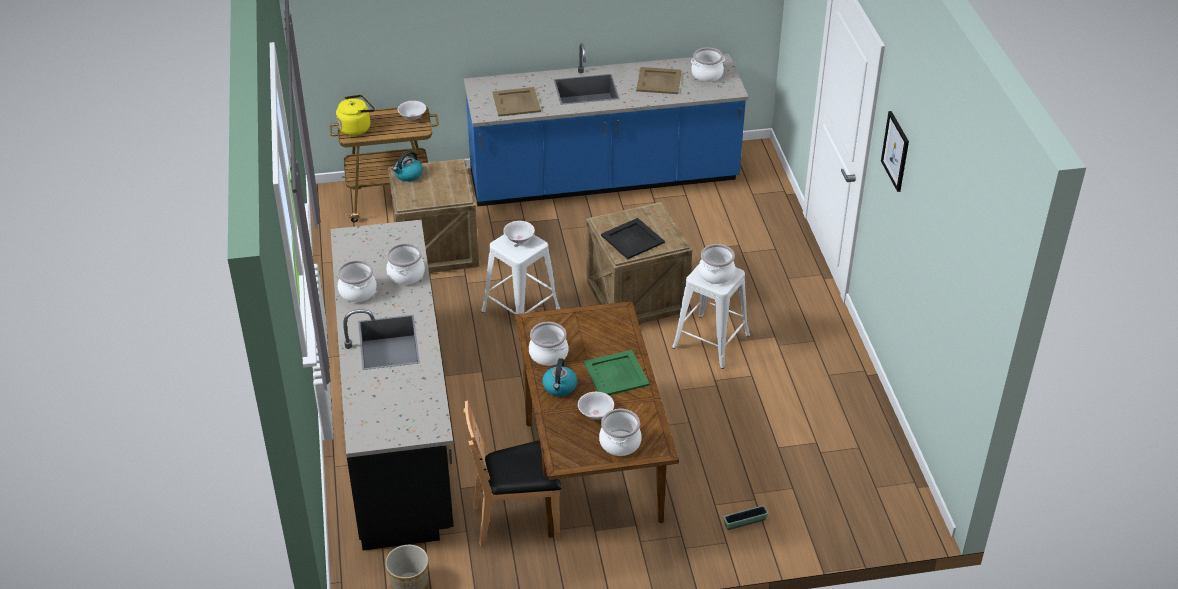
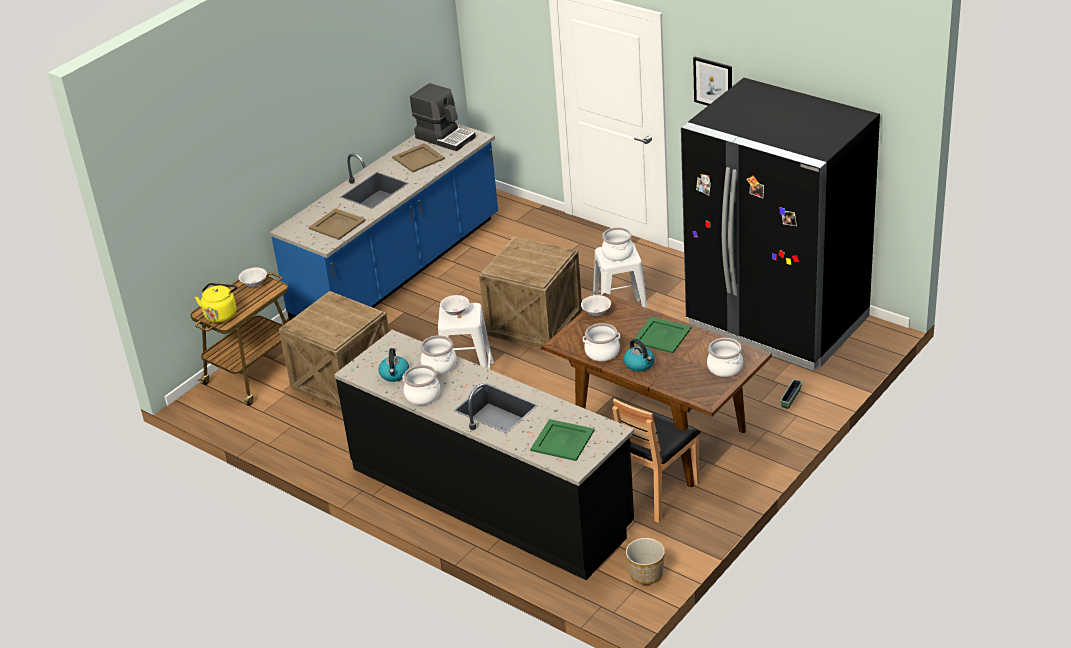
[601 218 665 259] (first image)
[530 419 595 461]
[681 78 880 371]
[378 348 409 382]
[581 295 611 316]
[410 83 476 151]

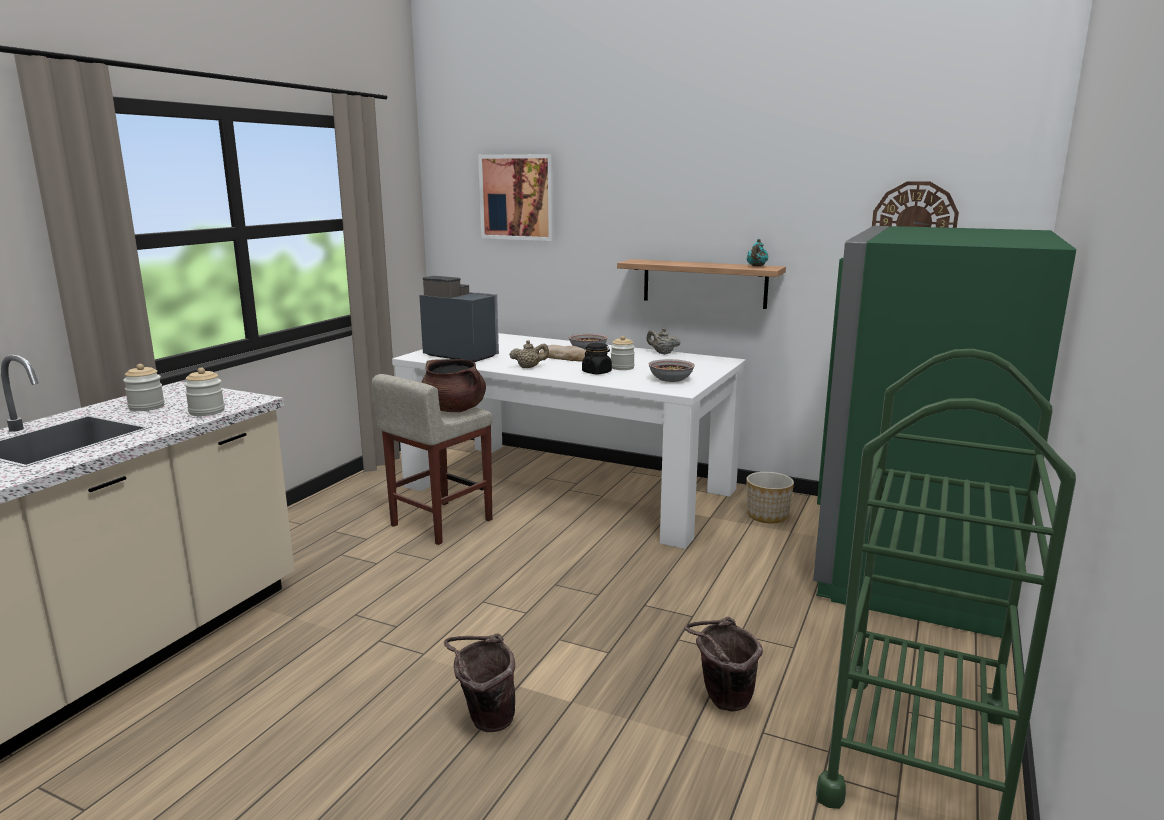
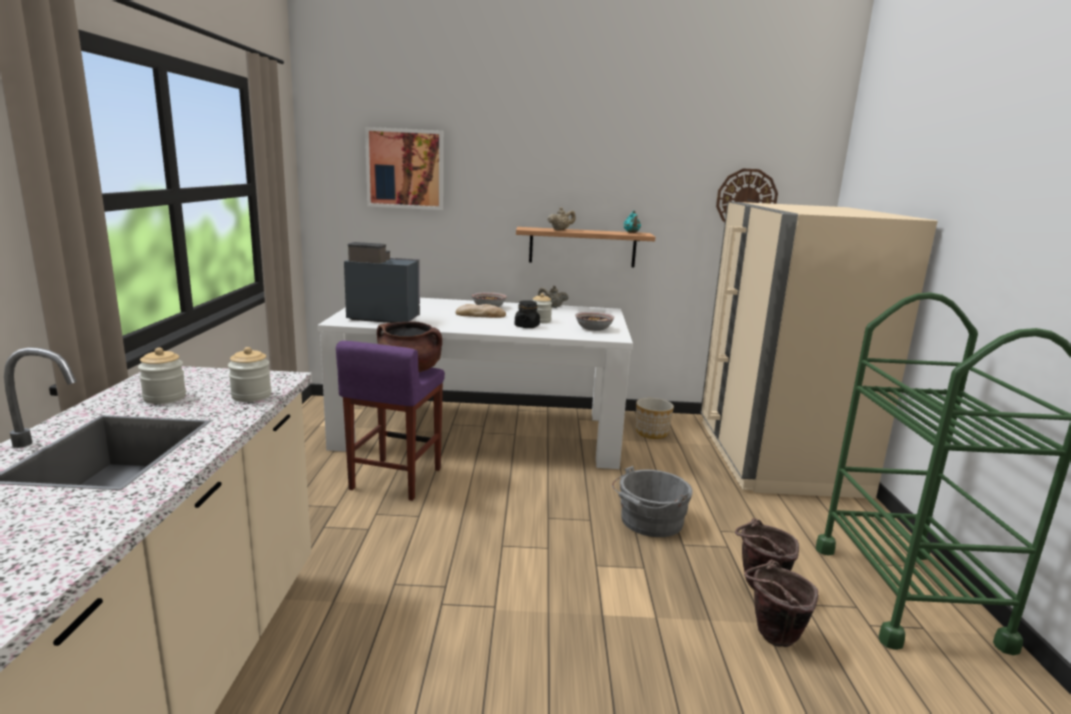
[612 466 693 537]
[744 560 818 647]
[548 207 576 230]
[336 341 445 501]
[701 202 938 499]

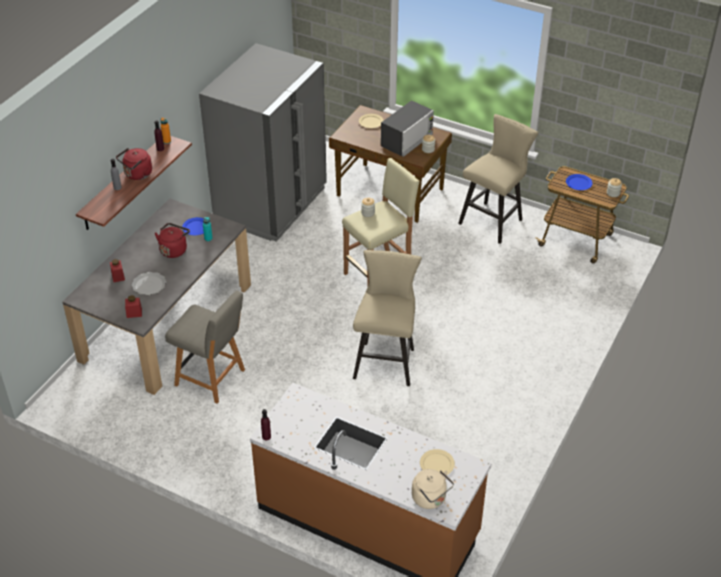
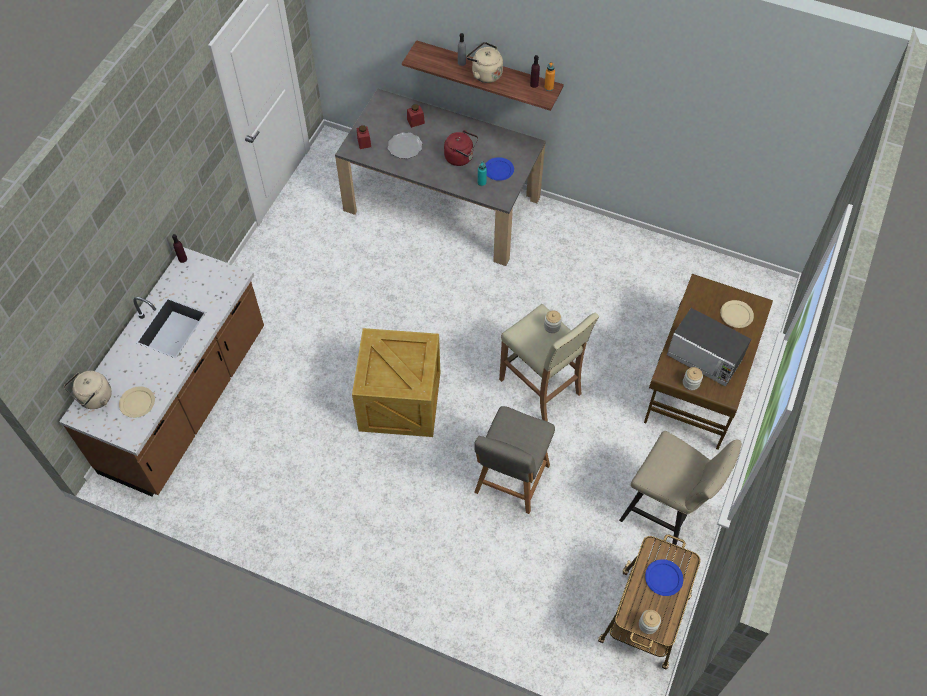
[199 43 327 242] (first image)
[474 406 555 514]
[352 328 440 437]
[466 42 503 83]

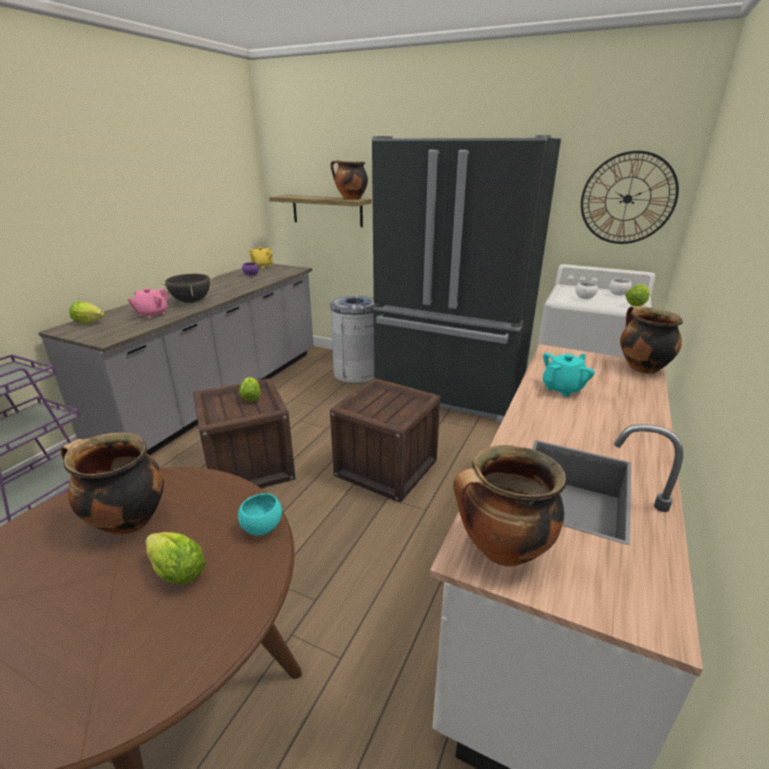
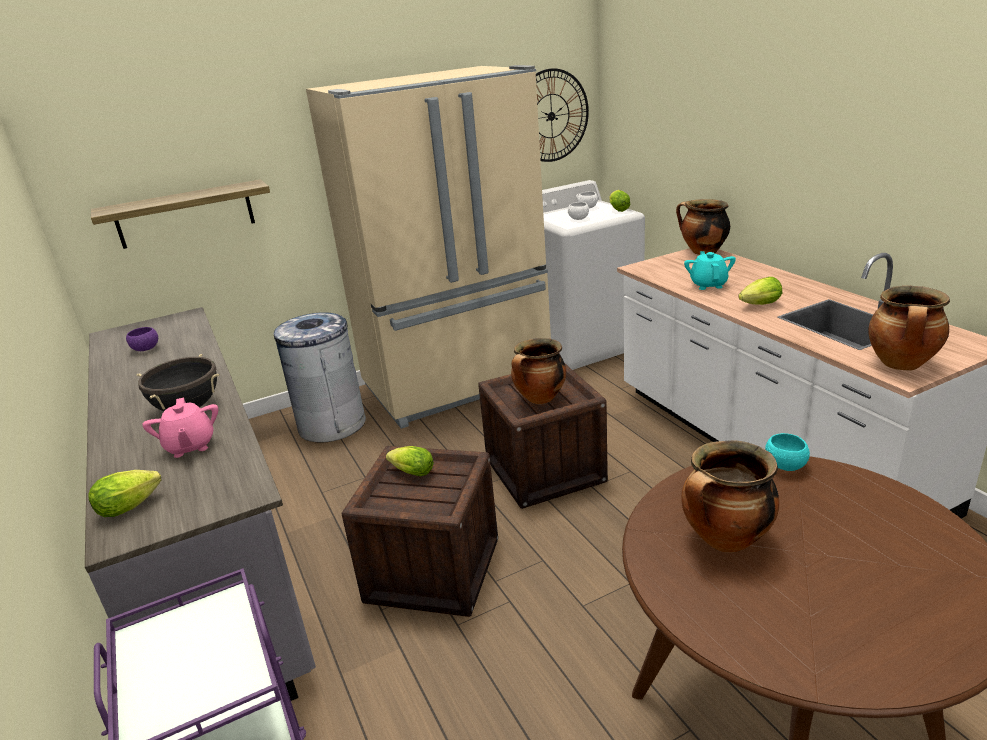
[249 247 273 268] (first image)
[738 277 782 305]
[511 338 566 404]
[306 65 551 429]

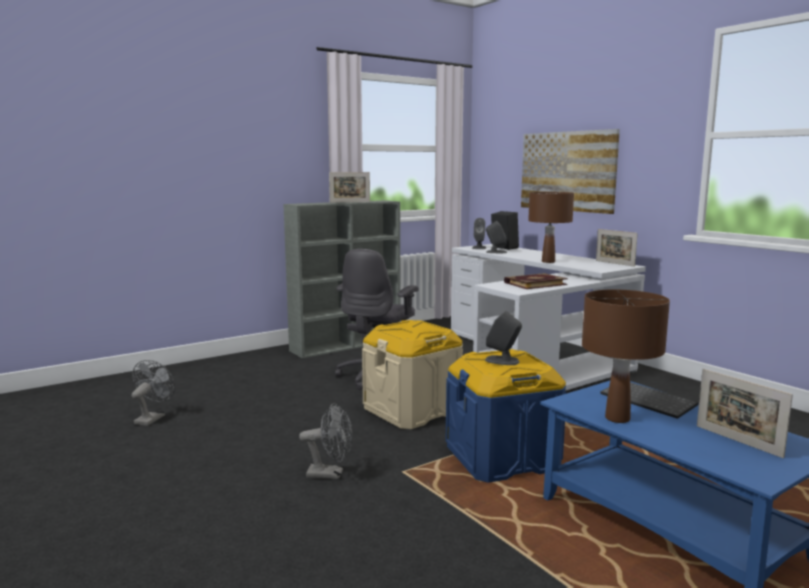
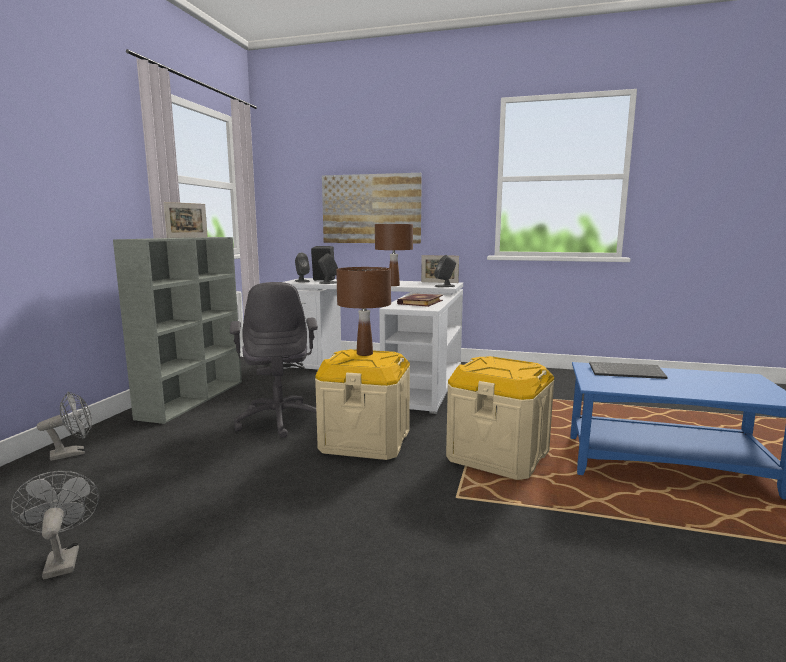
[697 369 793 458] (first image)
[37 392 92 461]
[435 255 456 287]
[336 267 391 356]
[446 356 554 480]

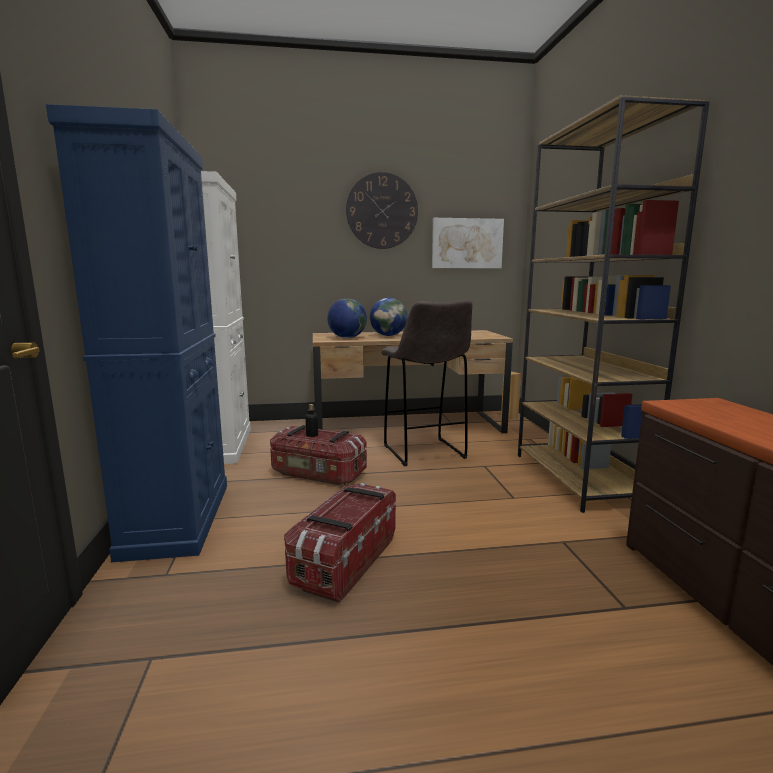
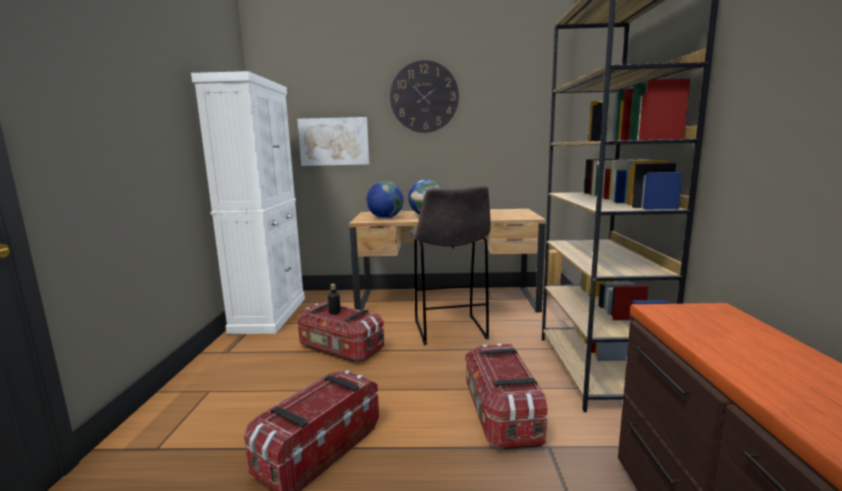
[46 104 227 562] (first image)
[465 344 547 450]
[297 117 369 166]

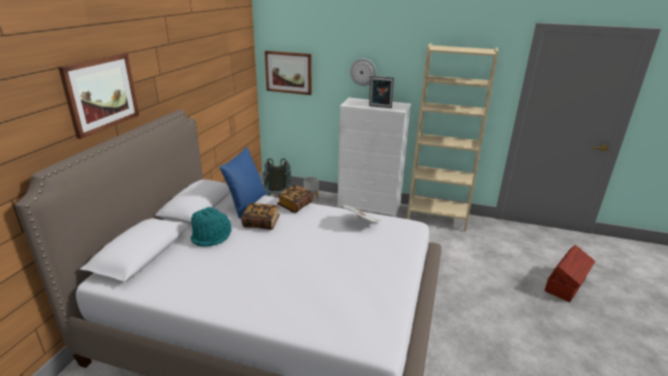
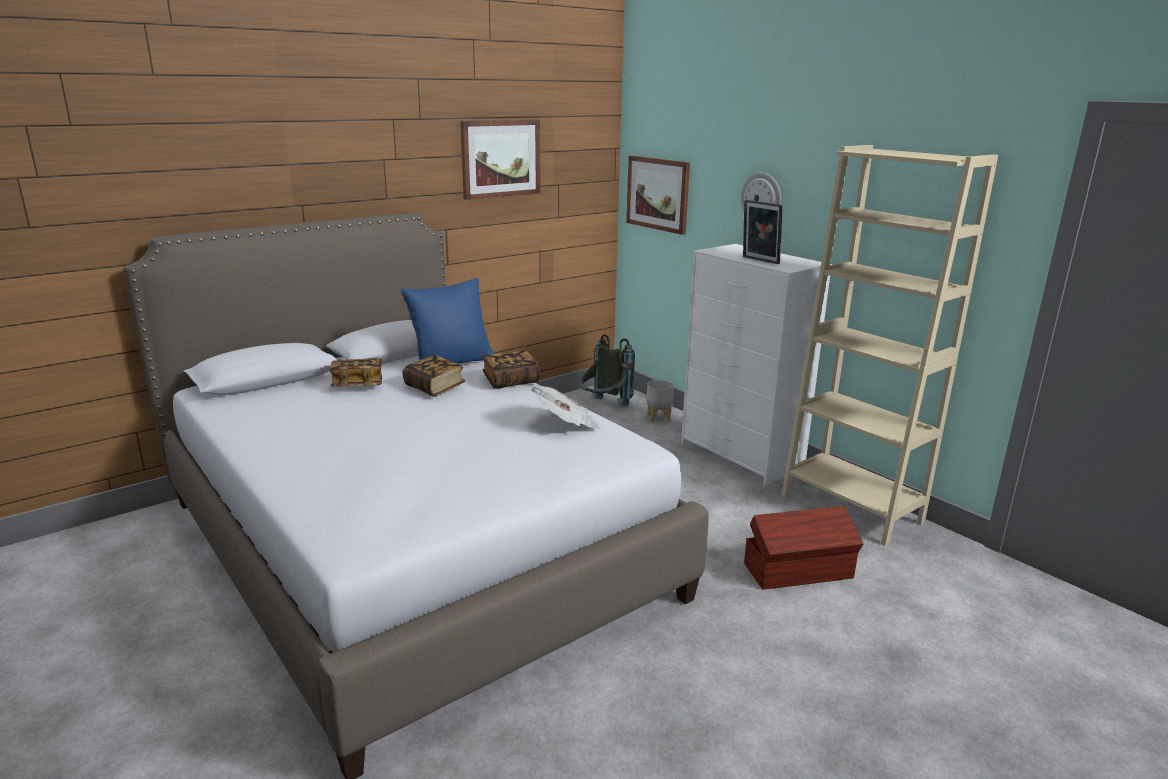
[460 120 540 200]
[744 506 863 590]
[329 358 382 386]

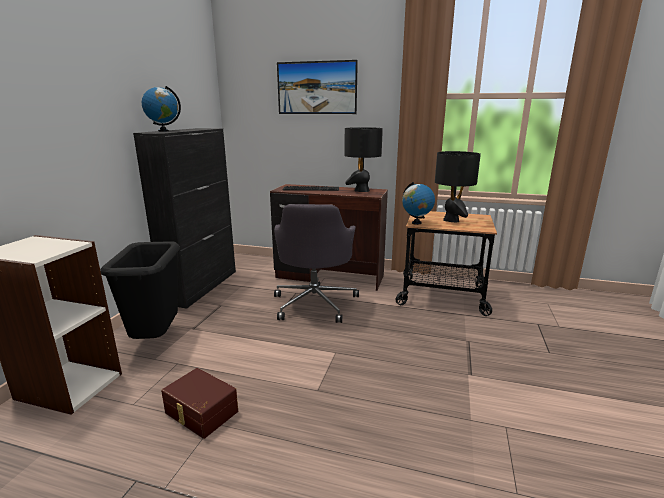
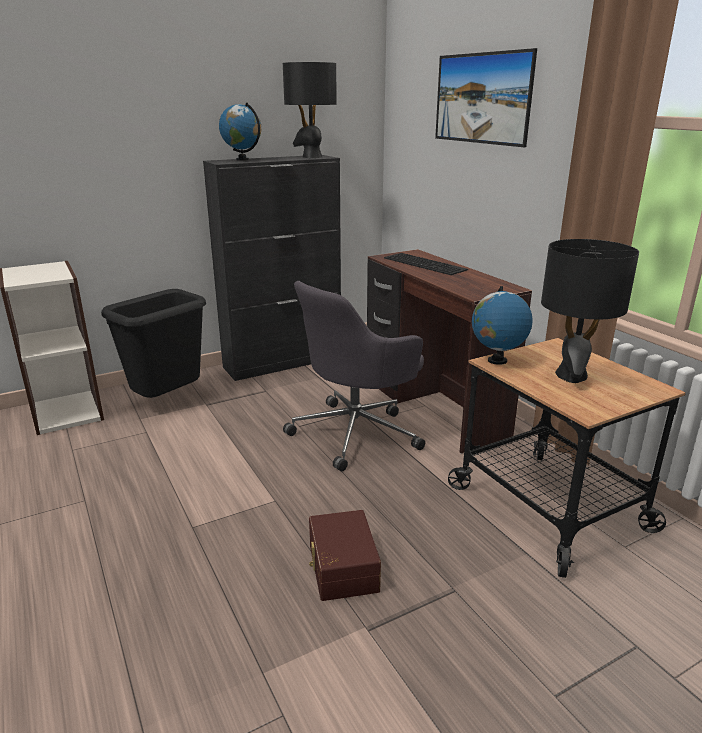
[309 510 381 601]
[283 62 337 158]

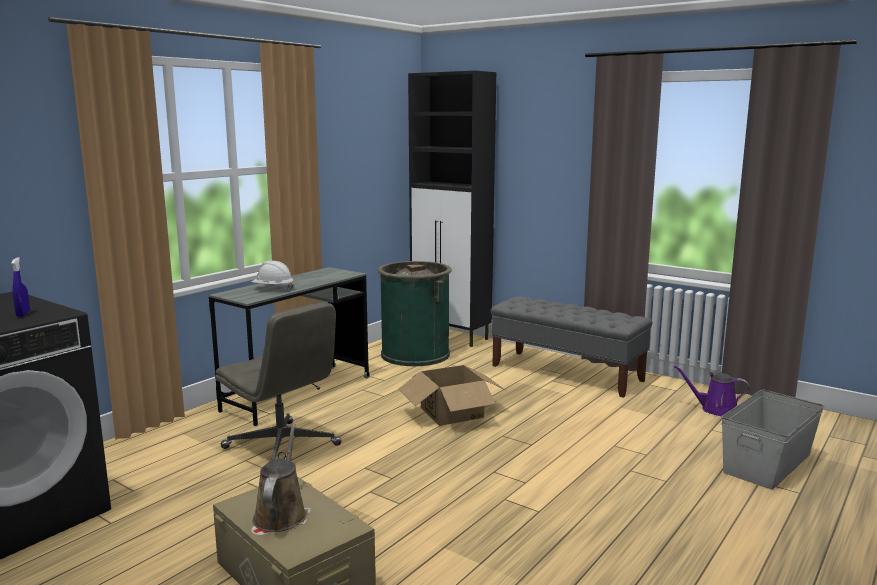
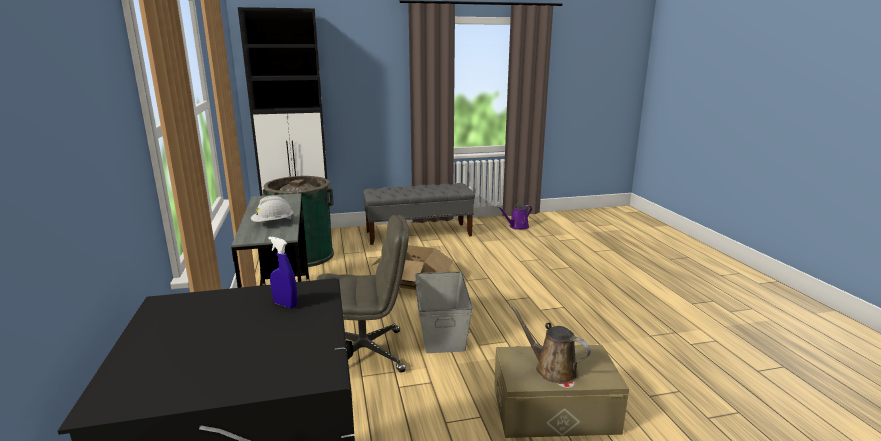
[415 271 473 353]

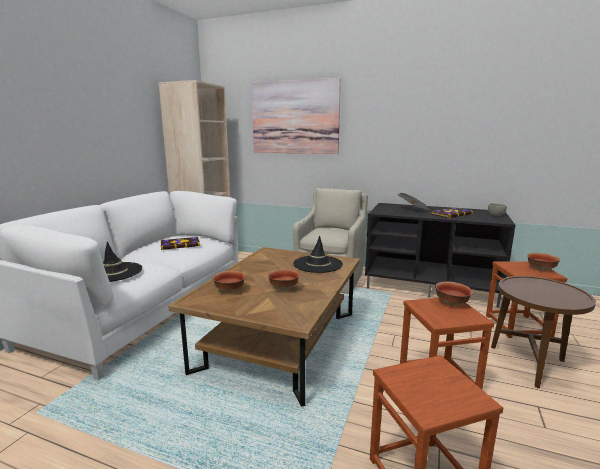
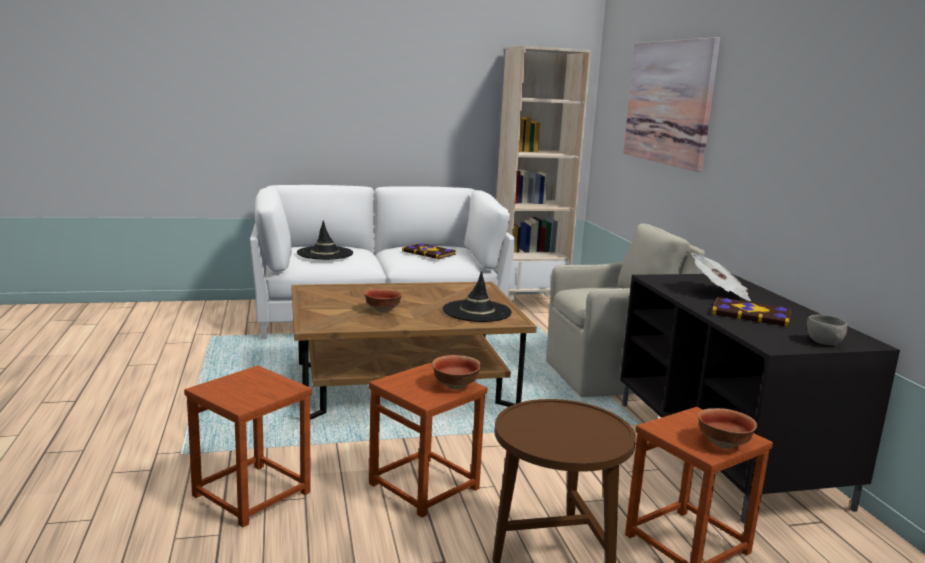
[212 271 245 293] (first image)

